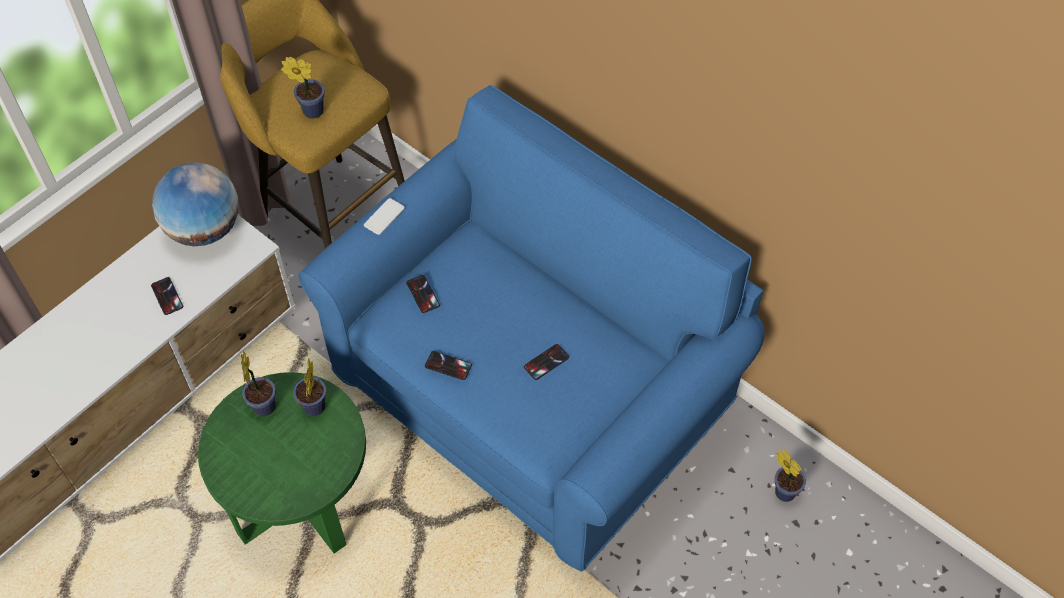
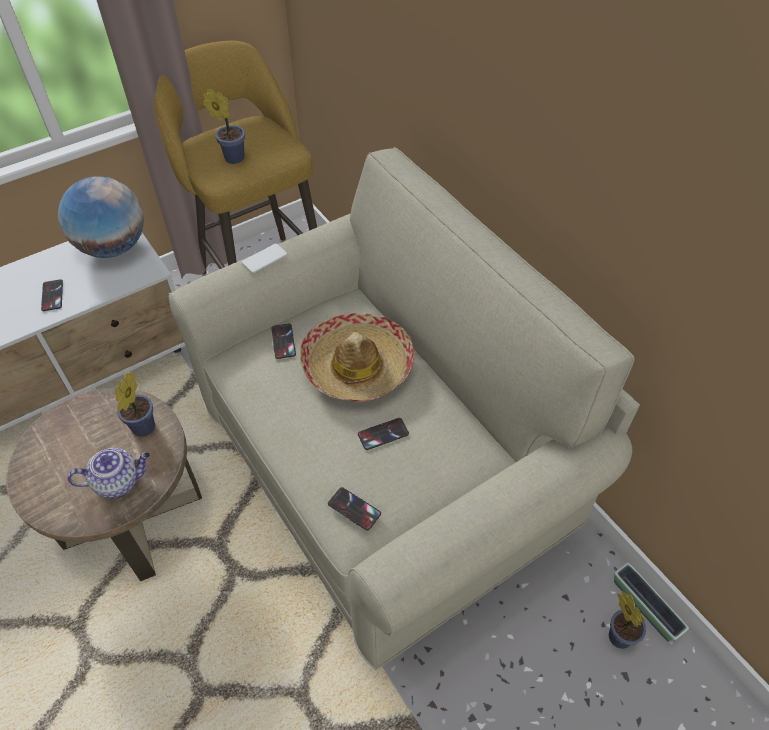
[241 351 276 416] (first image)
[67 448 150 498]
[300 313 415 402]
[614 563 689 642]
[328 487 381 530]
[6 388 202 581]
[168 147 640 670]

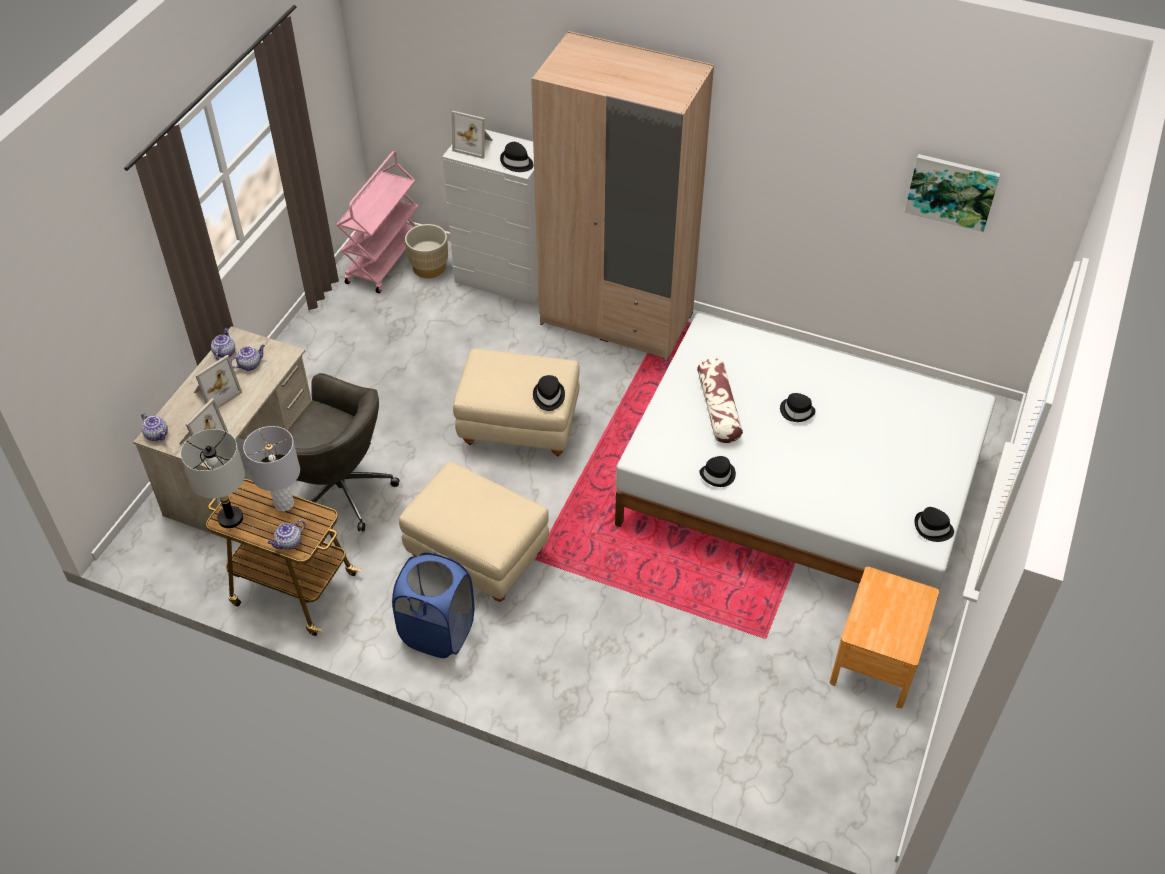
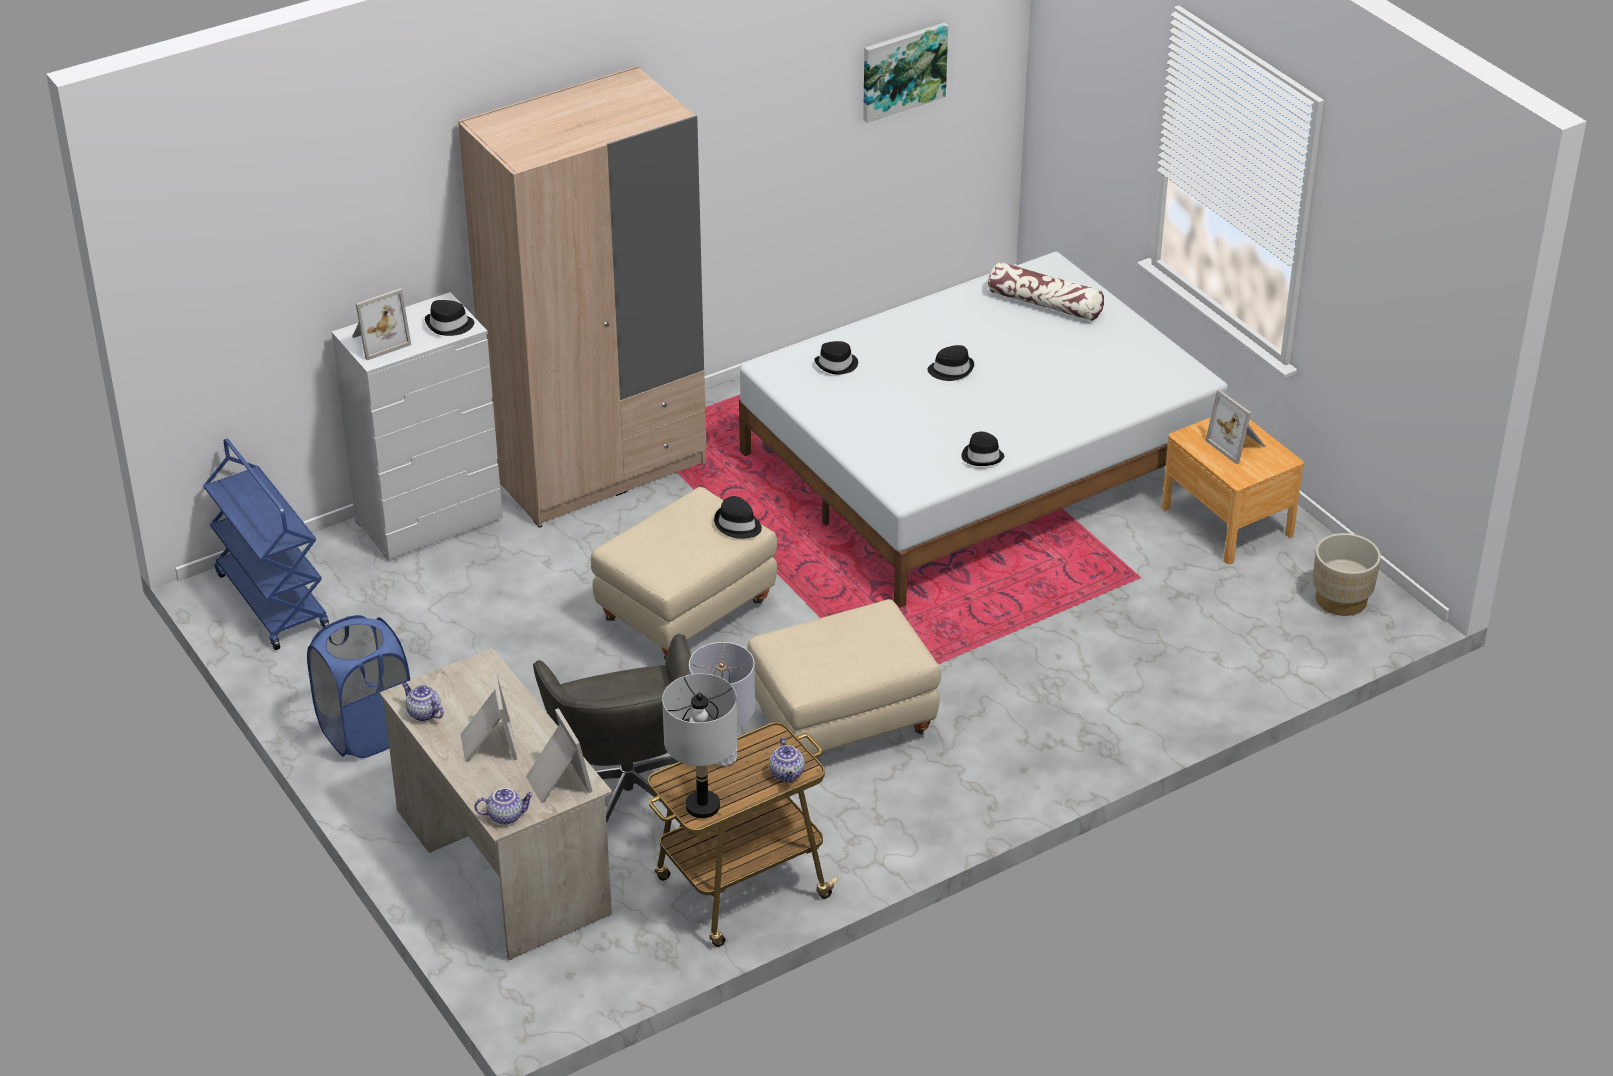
[231 345 265 371] (first image)
[1205 389 1266 464]
[307 615 410 758]
[1313 533 1381 616]
[988 262 1104 321]
[814 341 858 375]
[203 438 329 650]
[533 634 691 827]

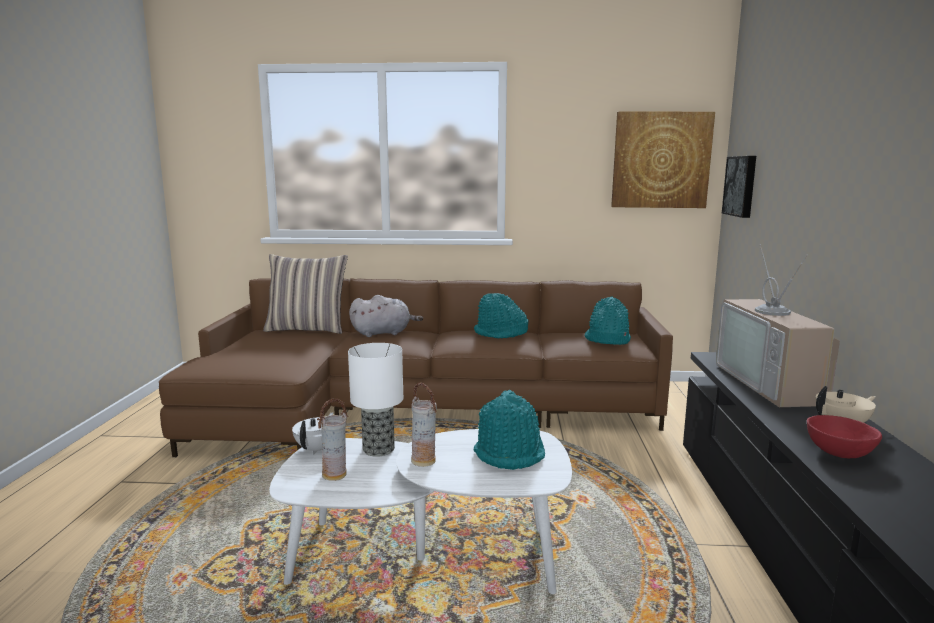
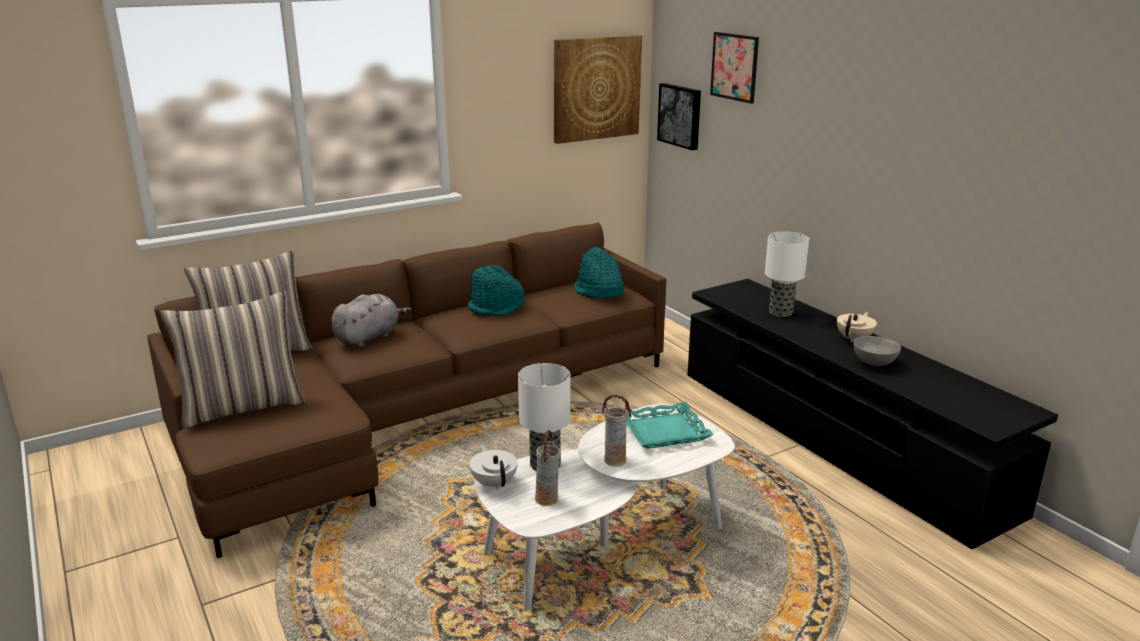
[160 291 306 428]
[710 32 759 104]
[626 402 714 449]
[765 232 809 317]
[853 336 901 366]

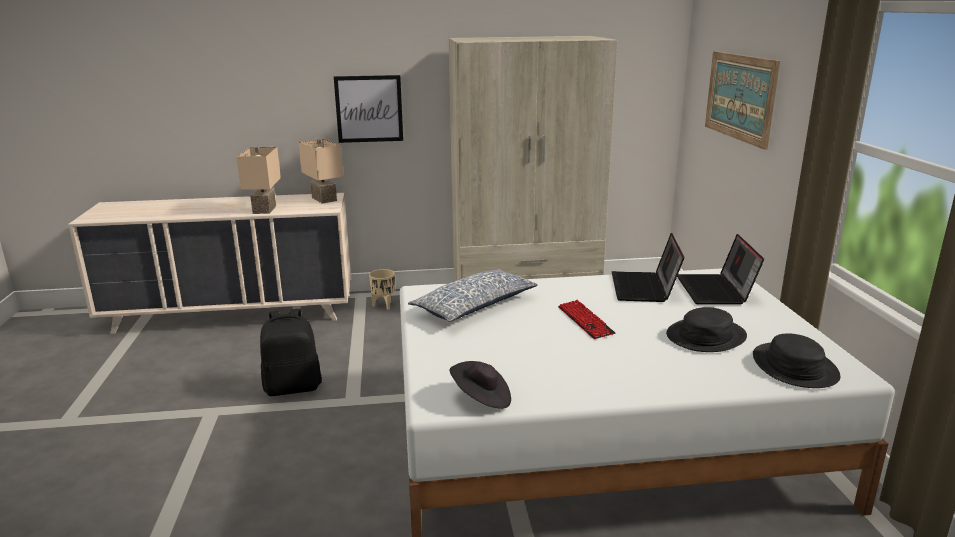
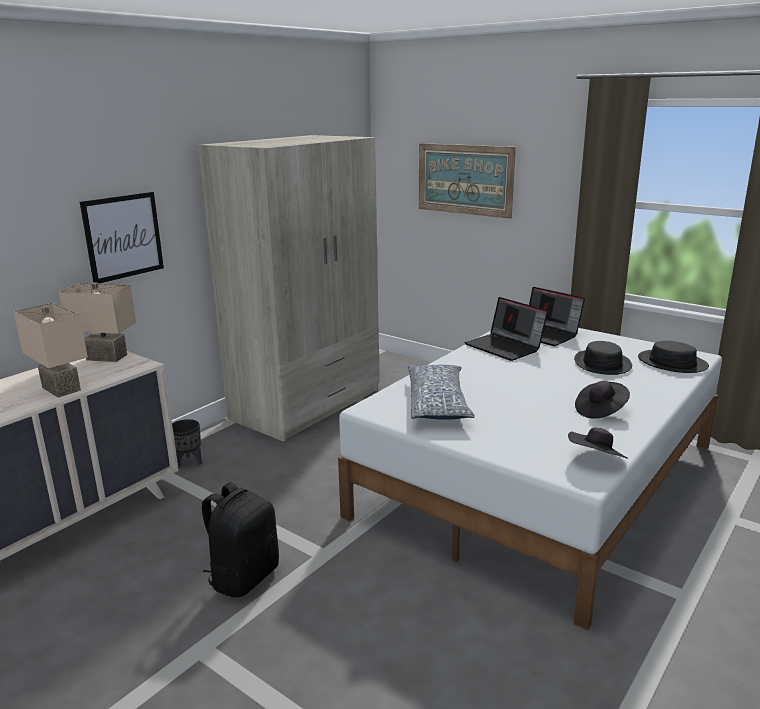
[558 300 615 339] (first image)
[575 381 630 418]
[172 419 202 468]

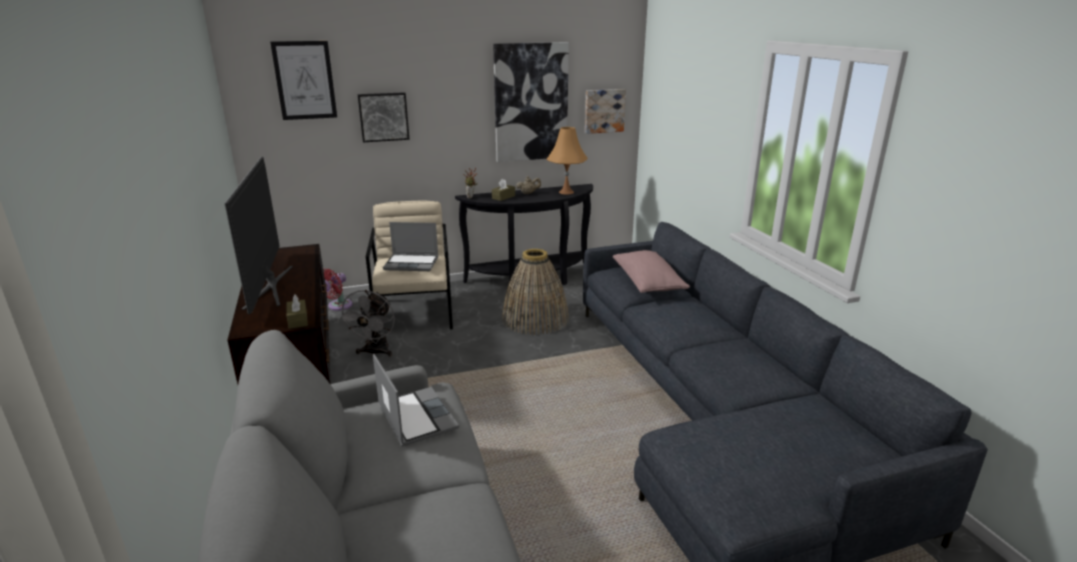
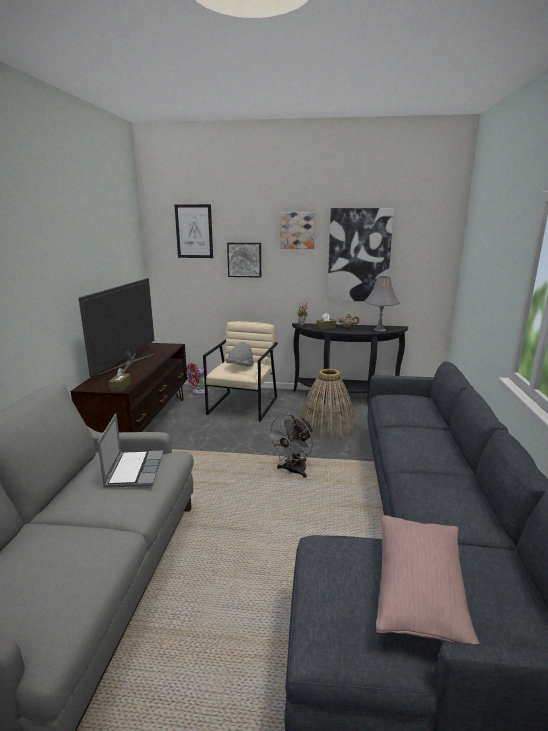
[265 414 313 478]
[280 212 315 249]
[376 515 480 644]
[226 342 254 366]
[364 276 400 331]

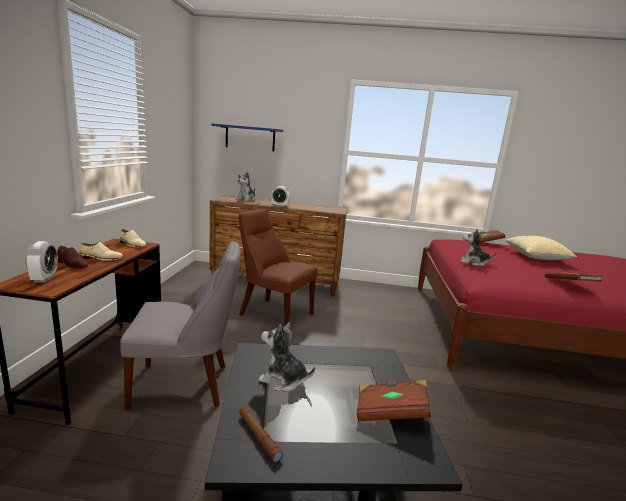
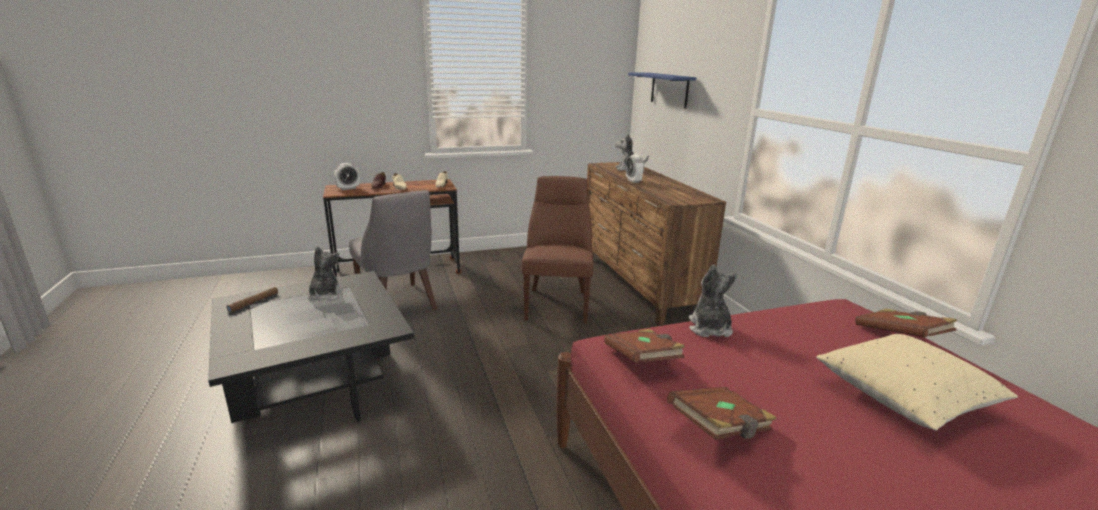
[604 329 685 363]

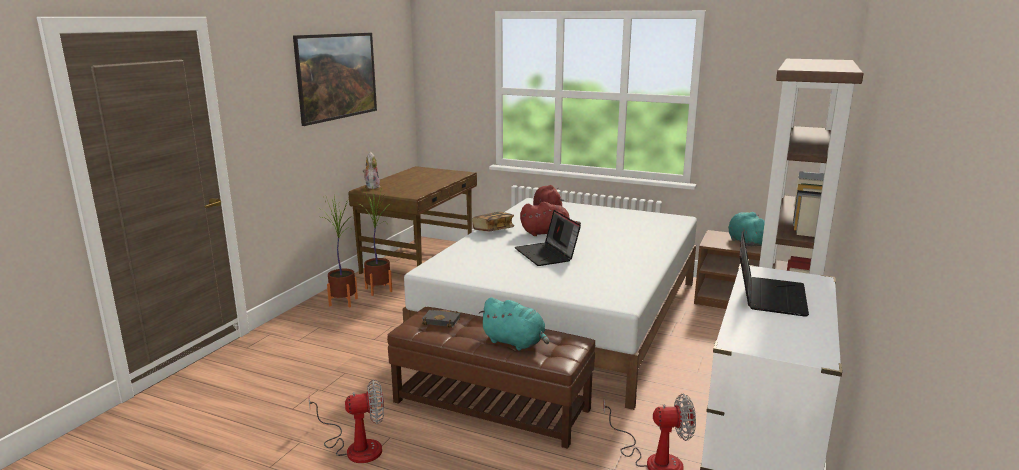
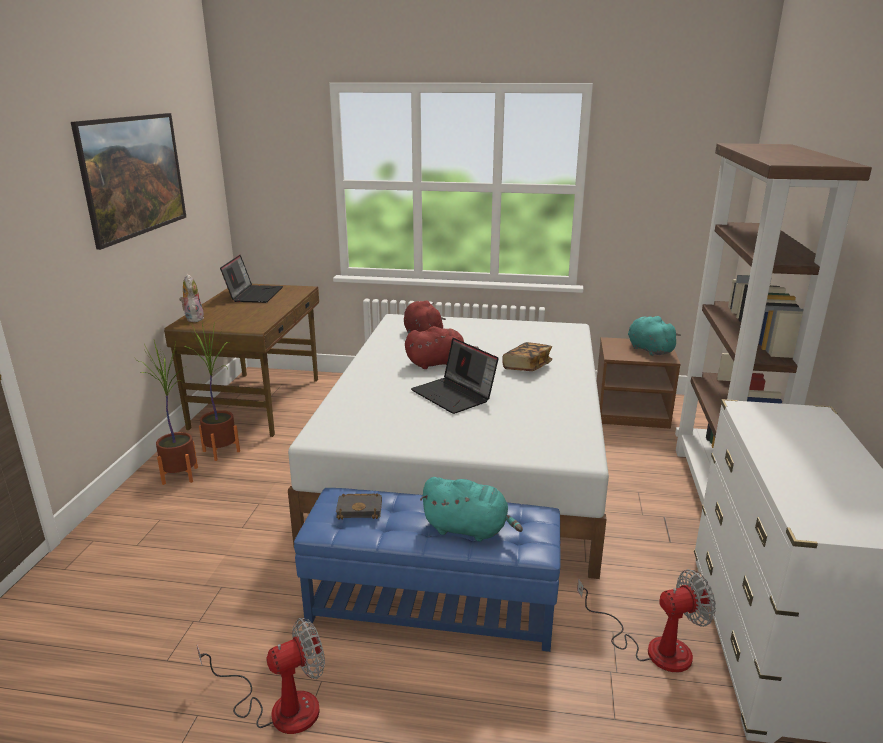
[502 342 552 371]
[220 255 283 303]
[294 488 561 652]

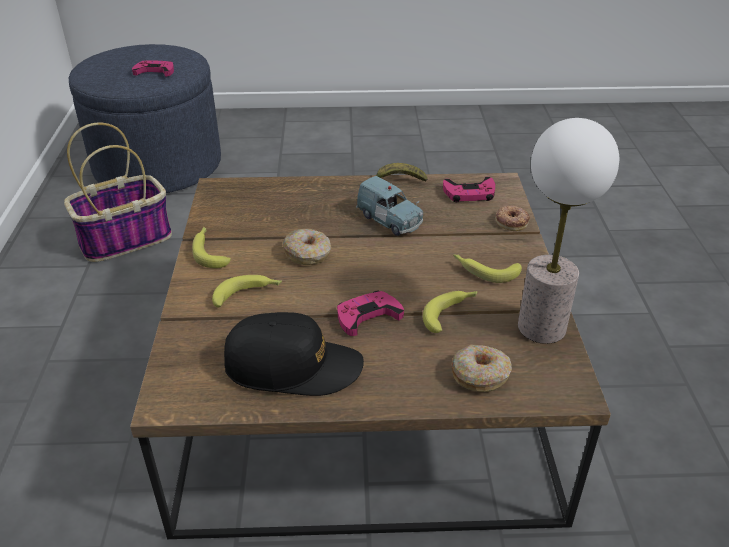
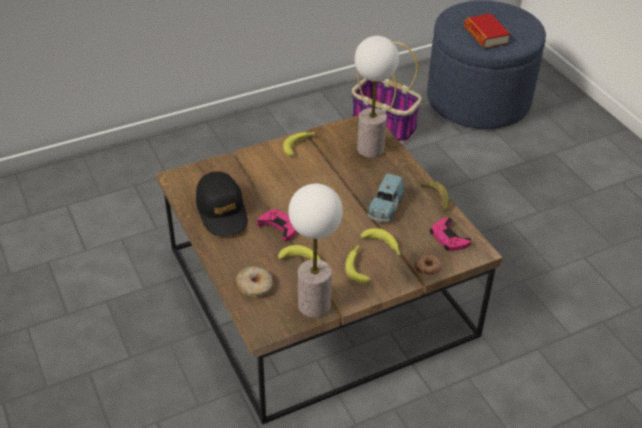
[283 229 332 265] (first image)
[355 36 399 158]
[361 228 401 255]
[464 13 510 49]

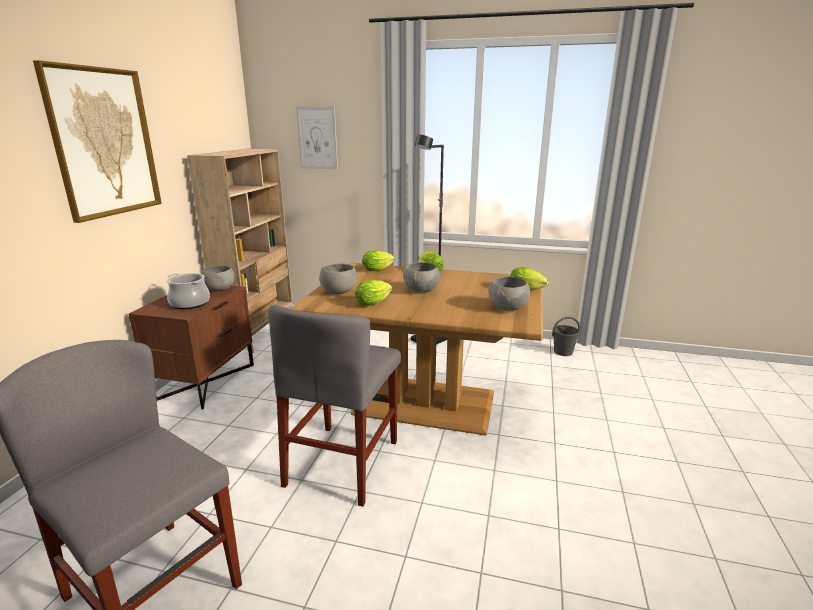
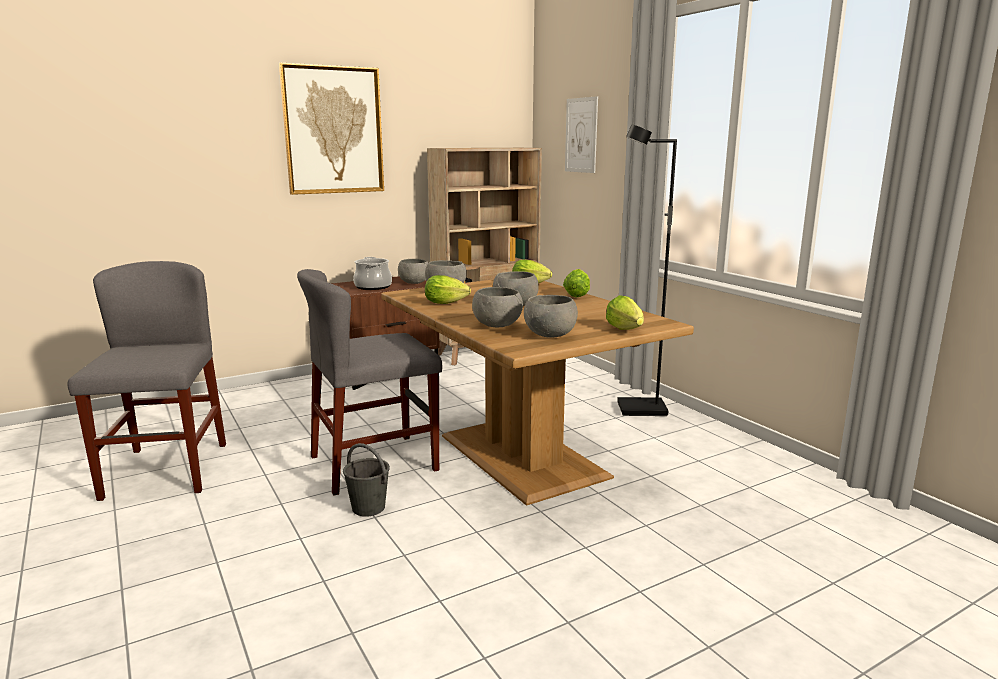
[472 287 523 328]
[343 443 390 517]

